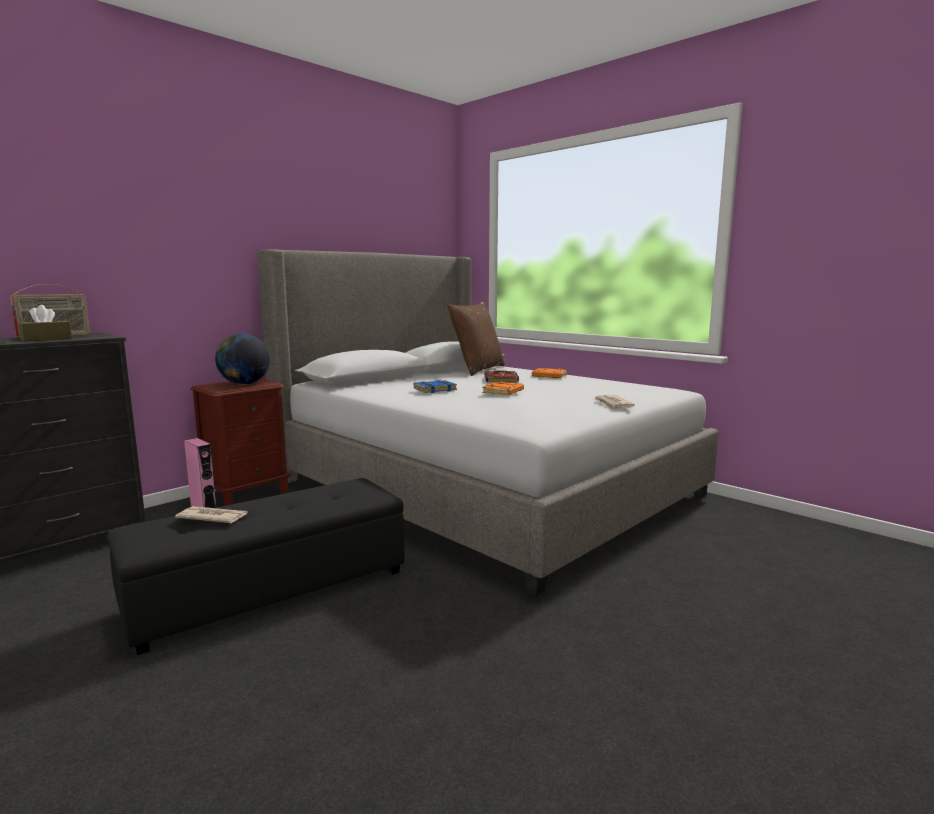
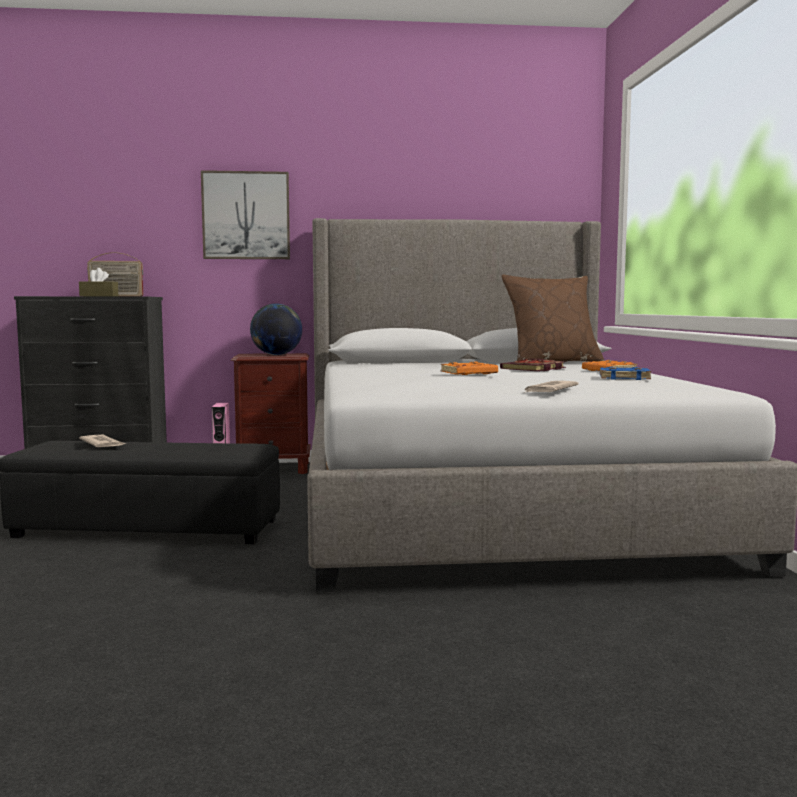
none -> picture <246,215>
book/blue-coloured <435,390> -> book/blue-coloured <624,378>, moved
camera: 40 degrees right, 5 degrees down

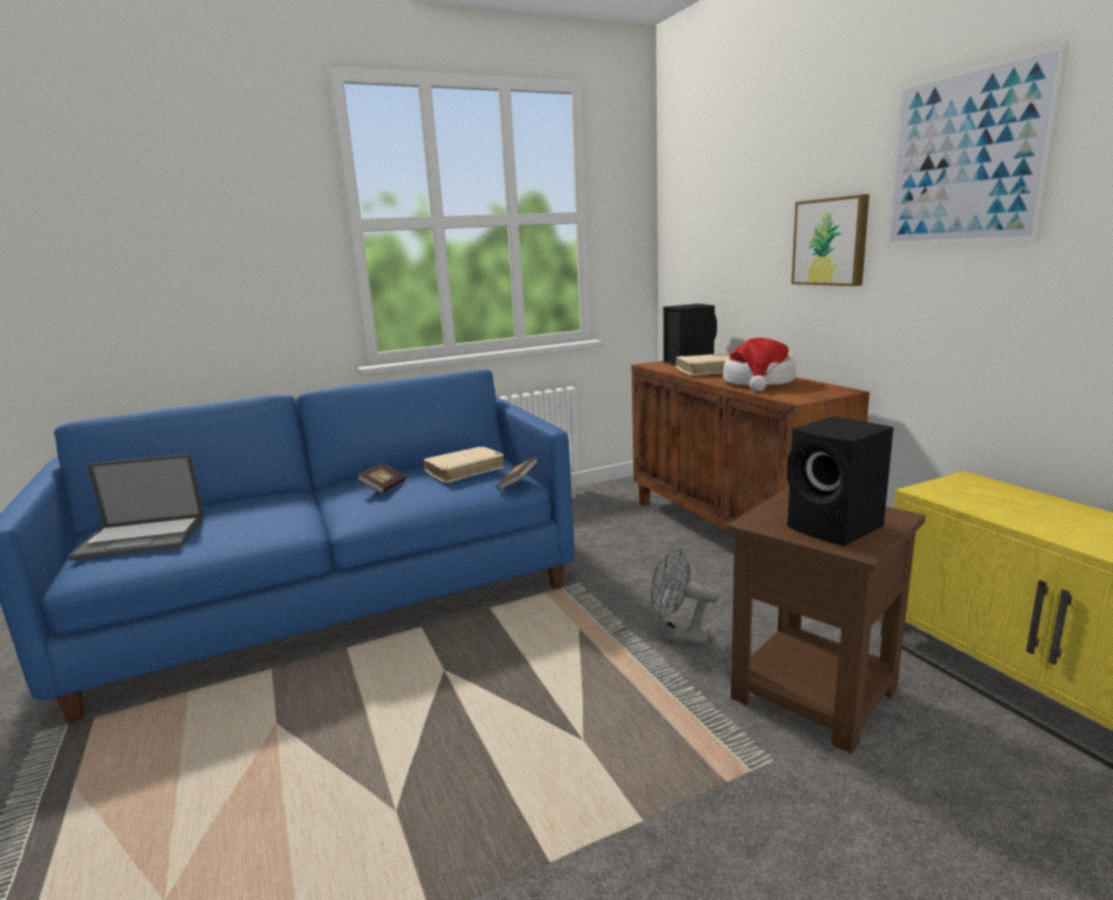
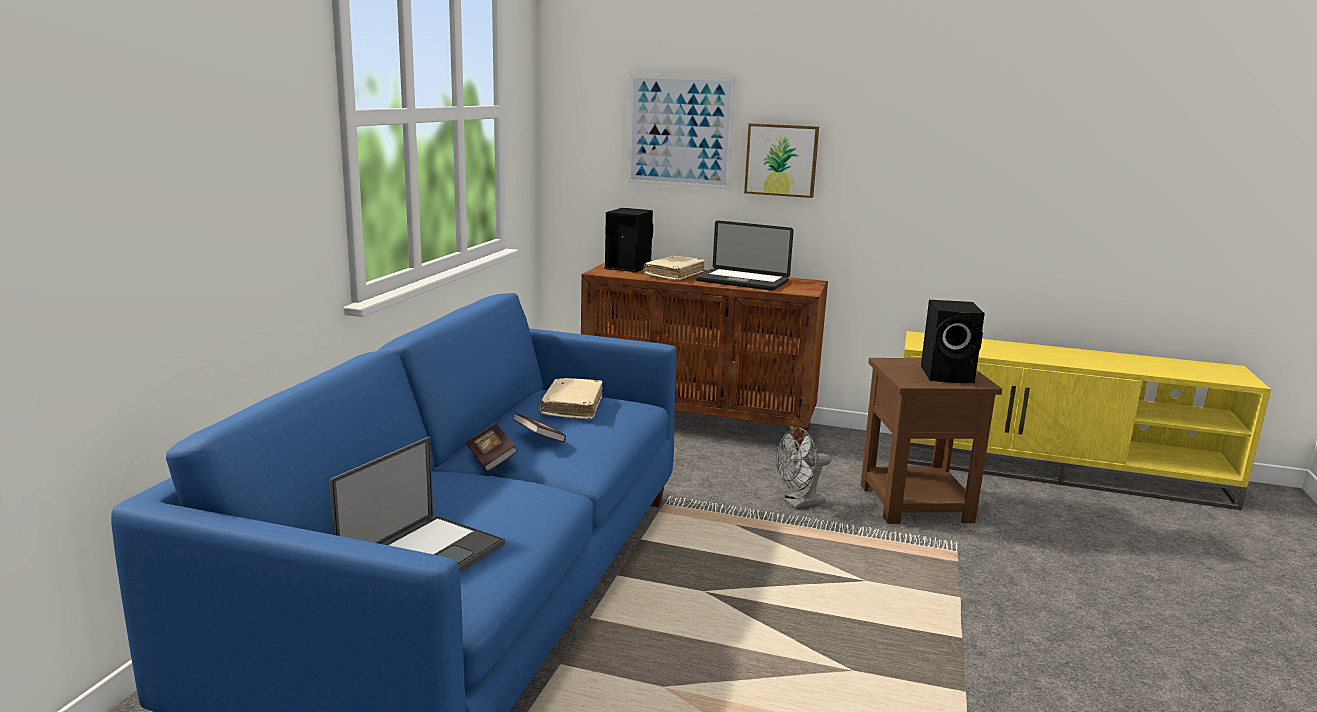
book <518,483> -> book <491,459>, moved
picture <965,158> -> picture <680,131>, moved
hat <758,383> -> notebook computer <742,281>
camera: 50 degrees left, 0 degrees up

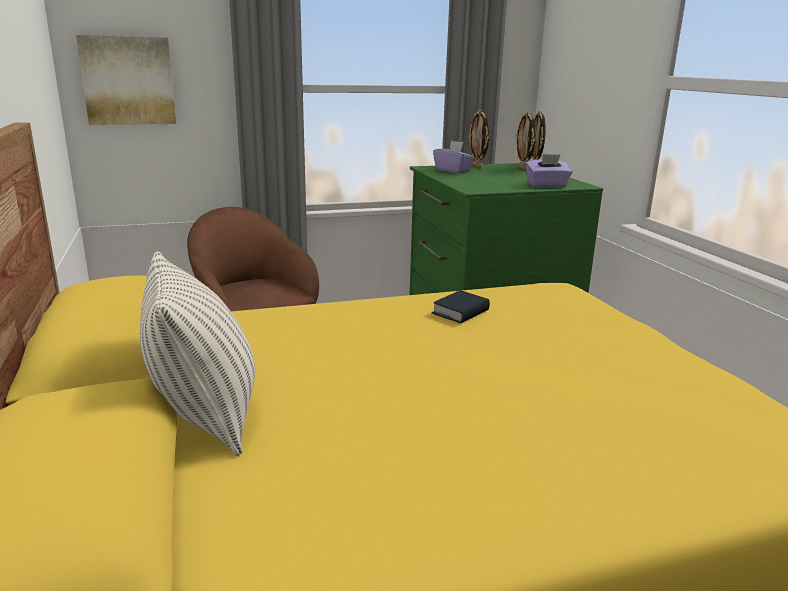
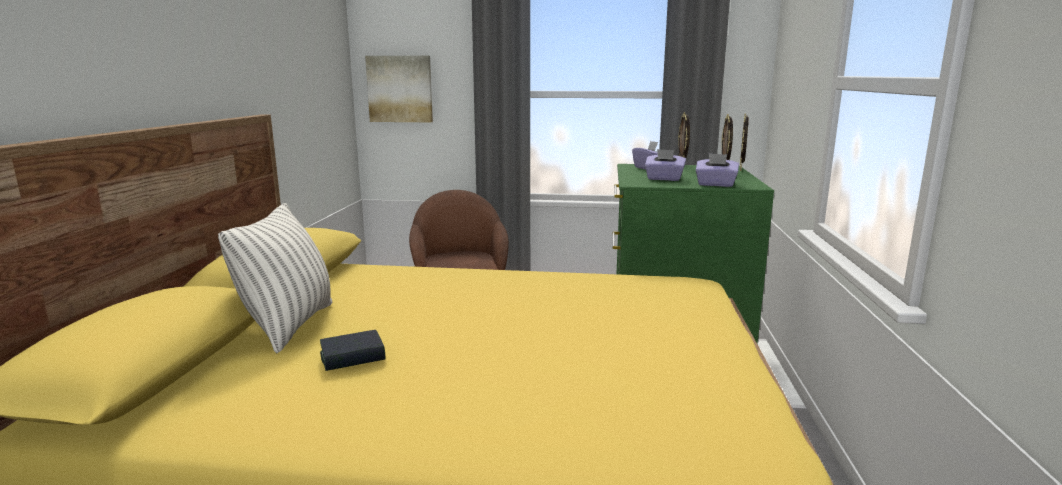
none -> tissue holder/purple-coloured <664,179>
book <461,312> -> book <352,357>, moved
camera: 25 degrees right, 5 degrees down

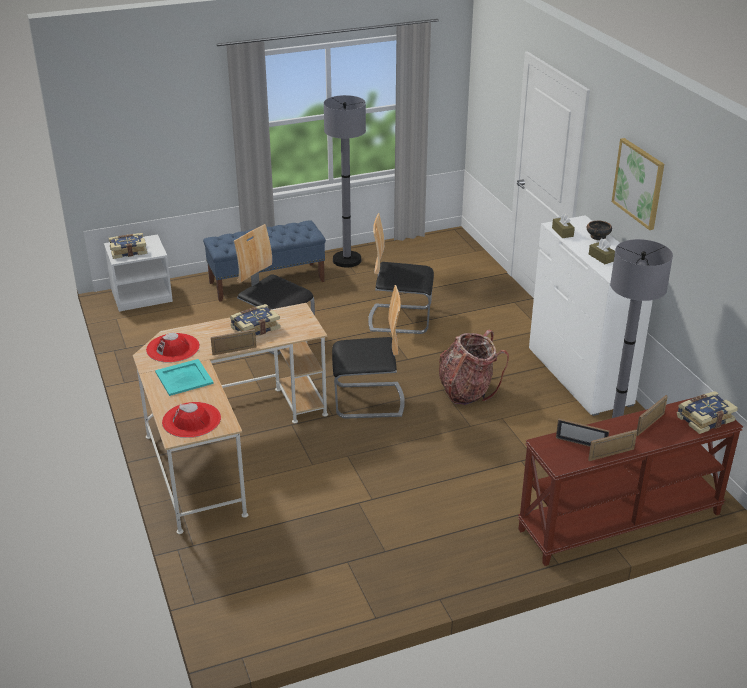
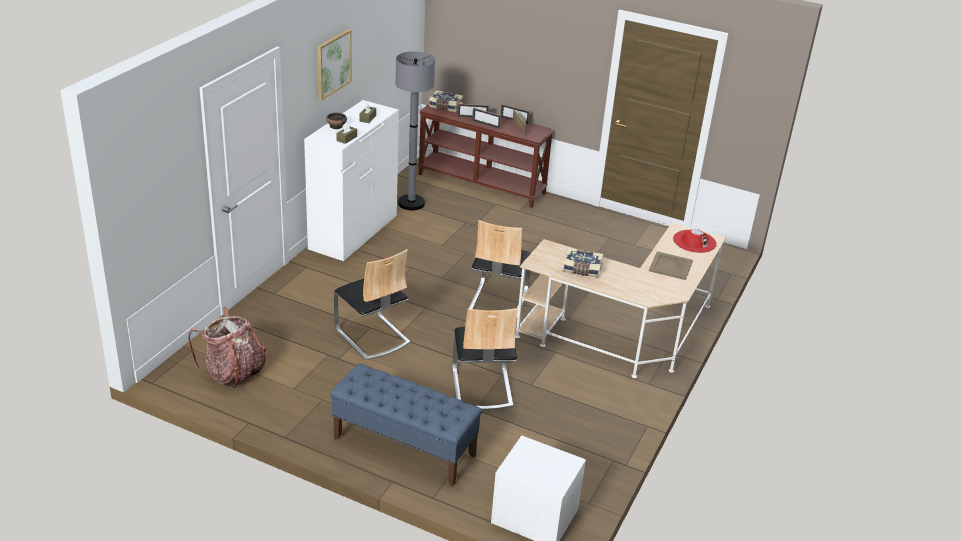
book <128,251> -> none
hat/red-coloured <173,348> -> none
standard lamp/grey <347,260> -> none
standing frame <234,351> -> standing frame <486,124>, moved
backpack <467,391> -> backpack <233,373>, moved
carrying tray/turquoise <183,377> -> carrying tray/sand-coloured <671,266>
upright chair <368,400> -> upright chair <497,301>, 120 degrees counterclockwise
camera: 135 degrees left, 0 degrees up

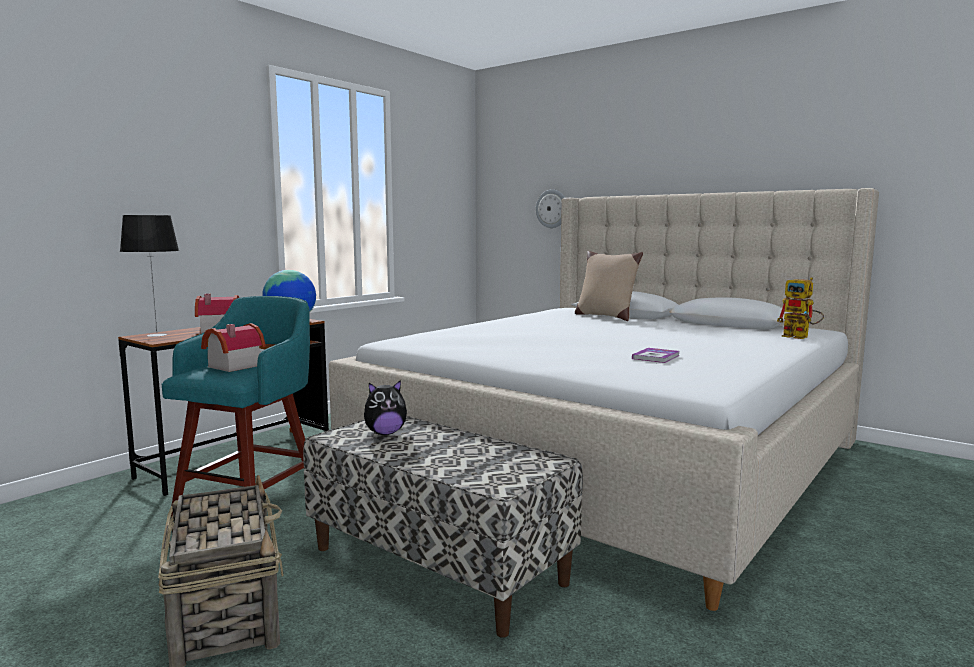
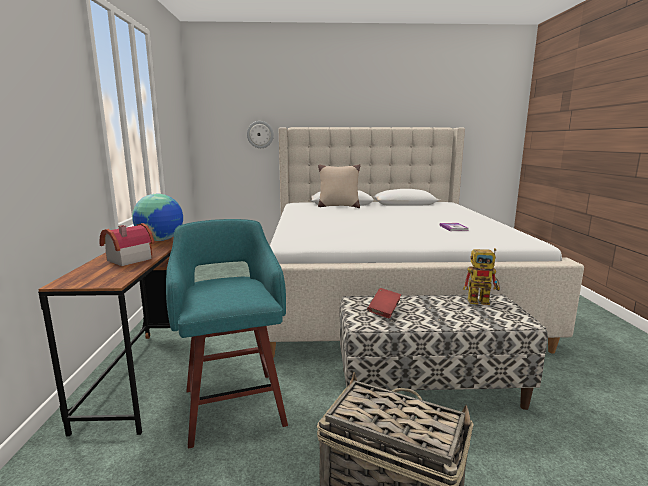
table lamp <156,335> -> none
model house <231,366> -> none
robot figure <801,337> -> robot figure <483,301>, moved
plush toy <385,433> -> book/red-coloured <384,311>
camera: 40 degrees left, 5 degrees up

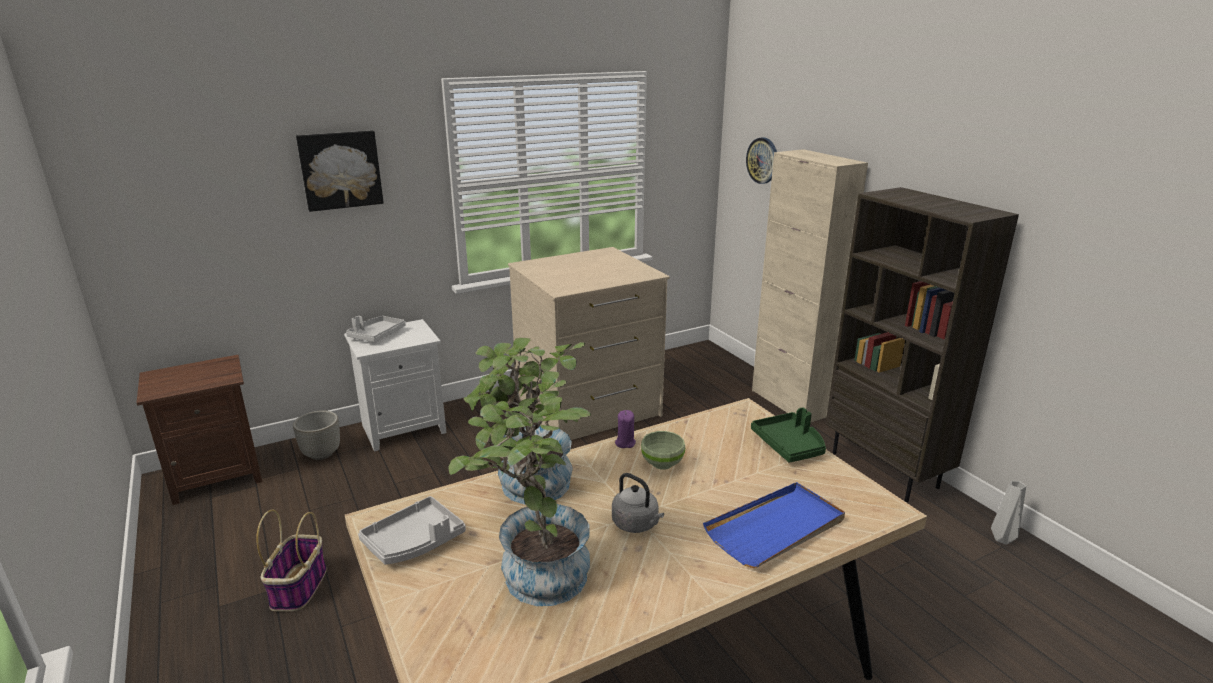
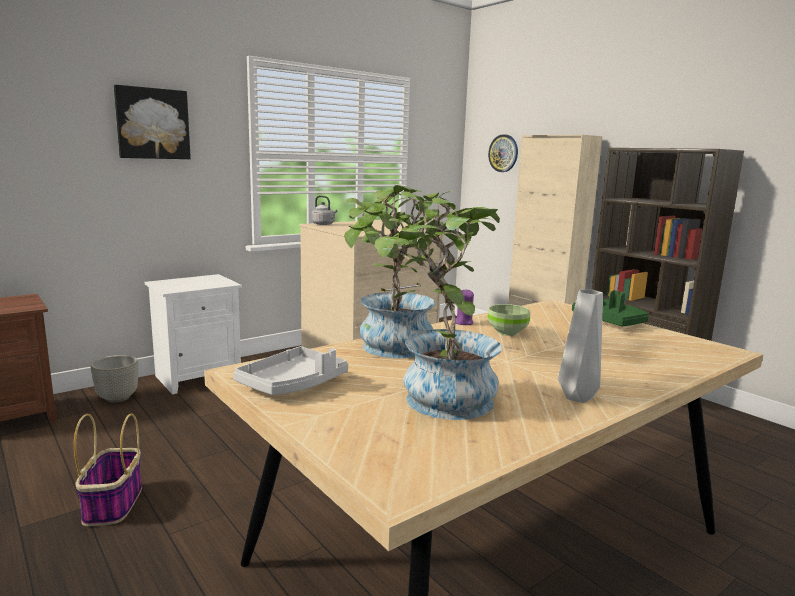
carrying tray/grey <377,335> -> none
carrying tray/blue-coloured <776,528> -> none
tea kettle/grey <637,524> -> tea kettle/grey <324,224>, moved
flower vase/grey <1001,539> -> flower vase/grey <575,397>, moved
camera: 10 degrees left, 10 degrees down

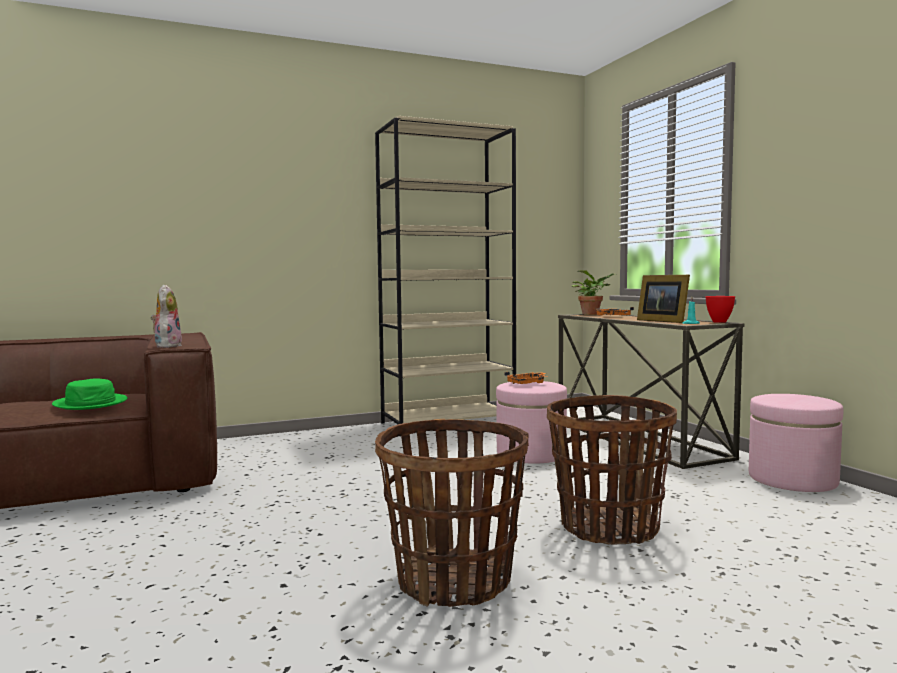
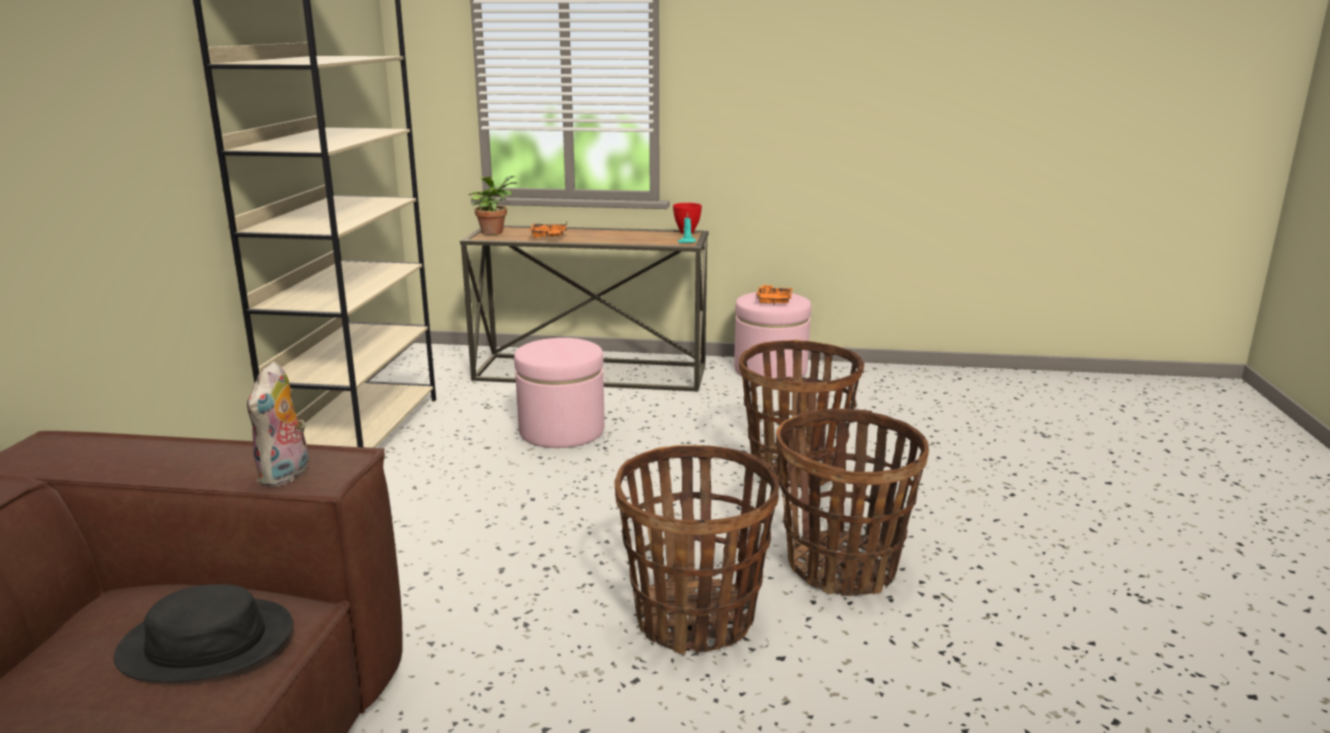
standing frame <662,321> -> none
none -> household basket <695,618>
carrying tray/orangey <527,383> -> carrying tray/orangey <773,300>, moved
hat/green <91,403> -> hat/black-coloured <207,642>
plush toy <167,346> -> plush toy <286,475>, 105 degrees counterclockwise
camera: 60 degrees left, 15 degrees up

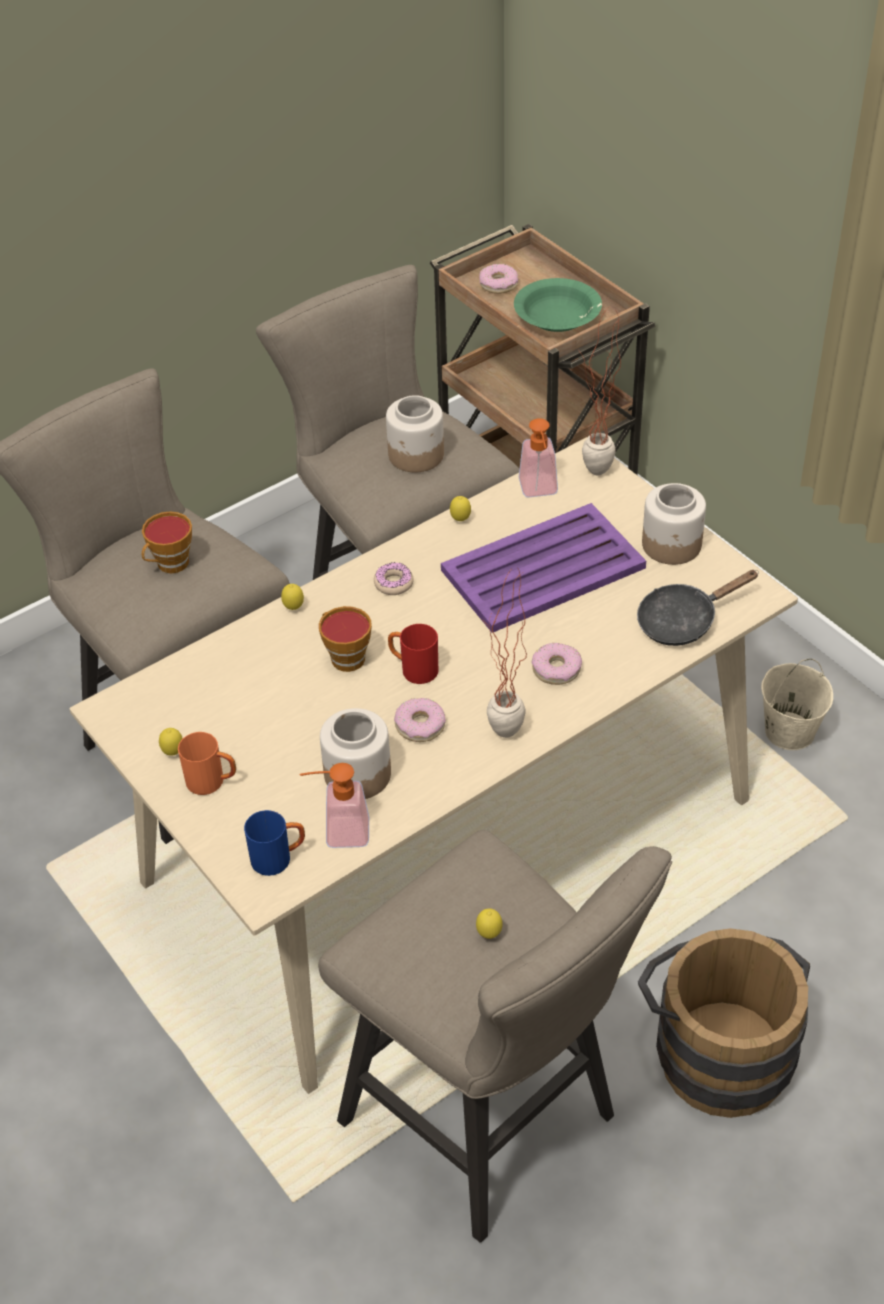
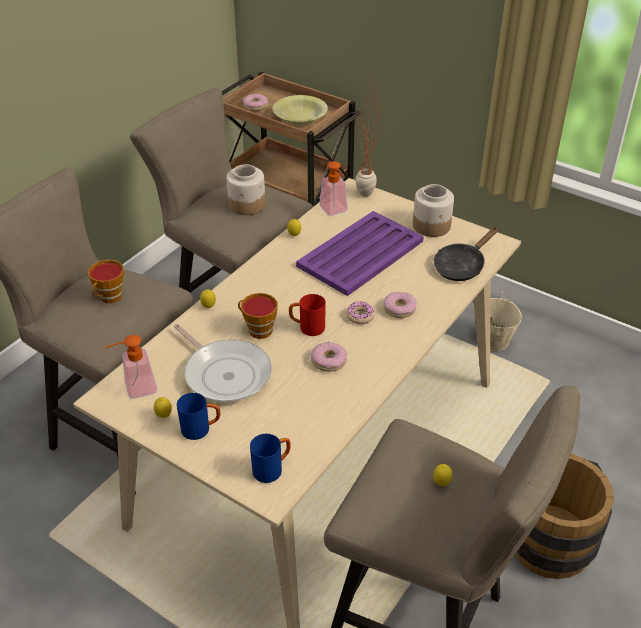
jar <357,774> -> none
houseplant <504,741> -> none
none -> skillet <225,373>
soap dispenser <338,833> -> soap dispenser <134,389>, moved
ring doughnut <393,583> -> ring doughnut <360,316>, moved
mug/orangey <212,782> -> mug/blue-coloured <201,429>
serving bowl/green <557,317> -> serving bowl/yellow-coloured <300,117>
camera: 20 degrees left, 5 degrees down

